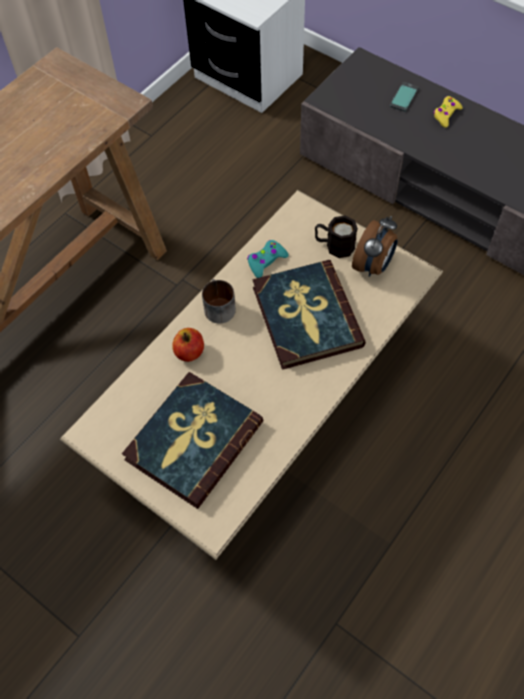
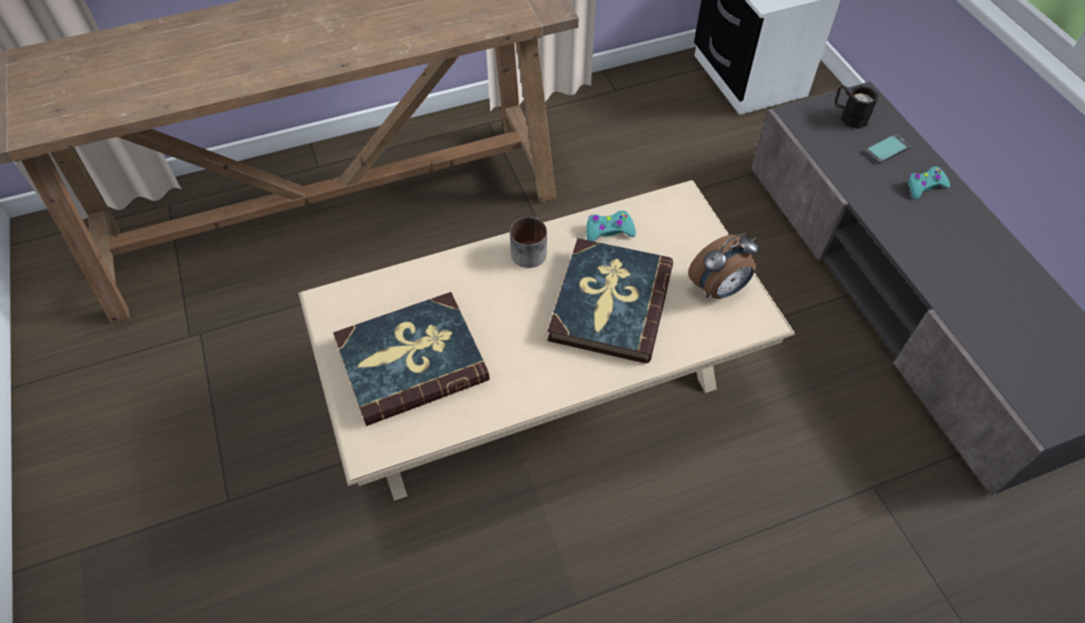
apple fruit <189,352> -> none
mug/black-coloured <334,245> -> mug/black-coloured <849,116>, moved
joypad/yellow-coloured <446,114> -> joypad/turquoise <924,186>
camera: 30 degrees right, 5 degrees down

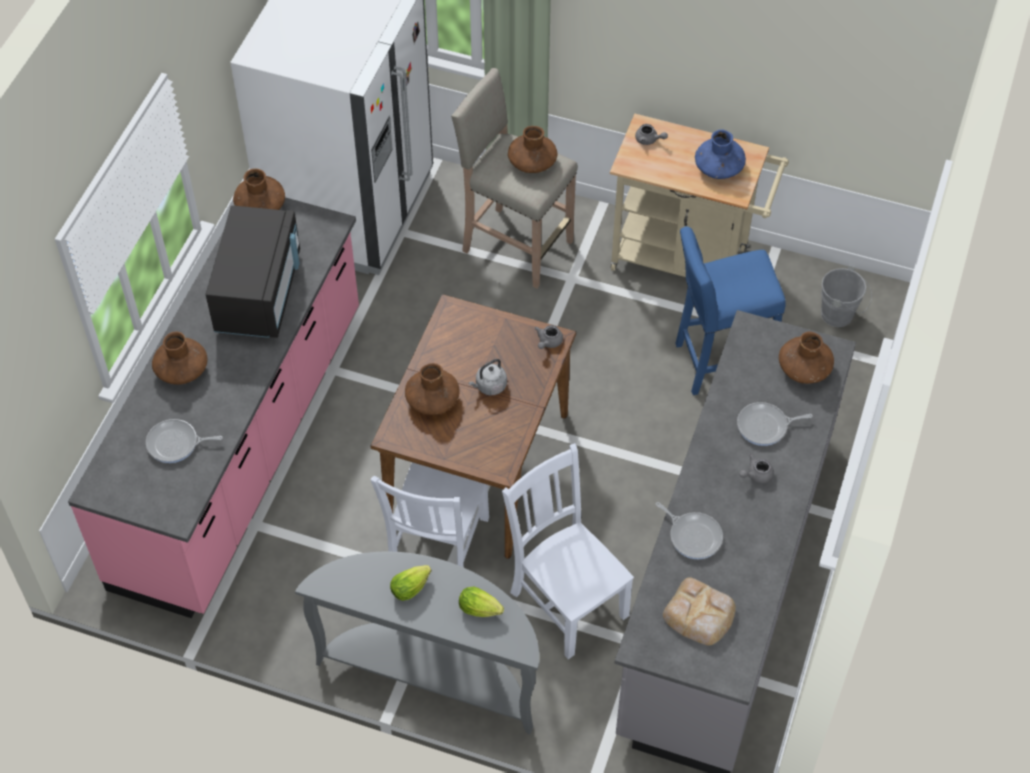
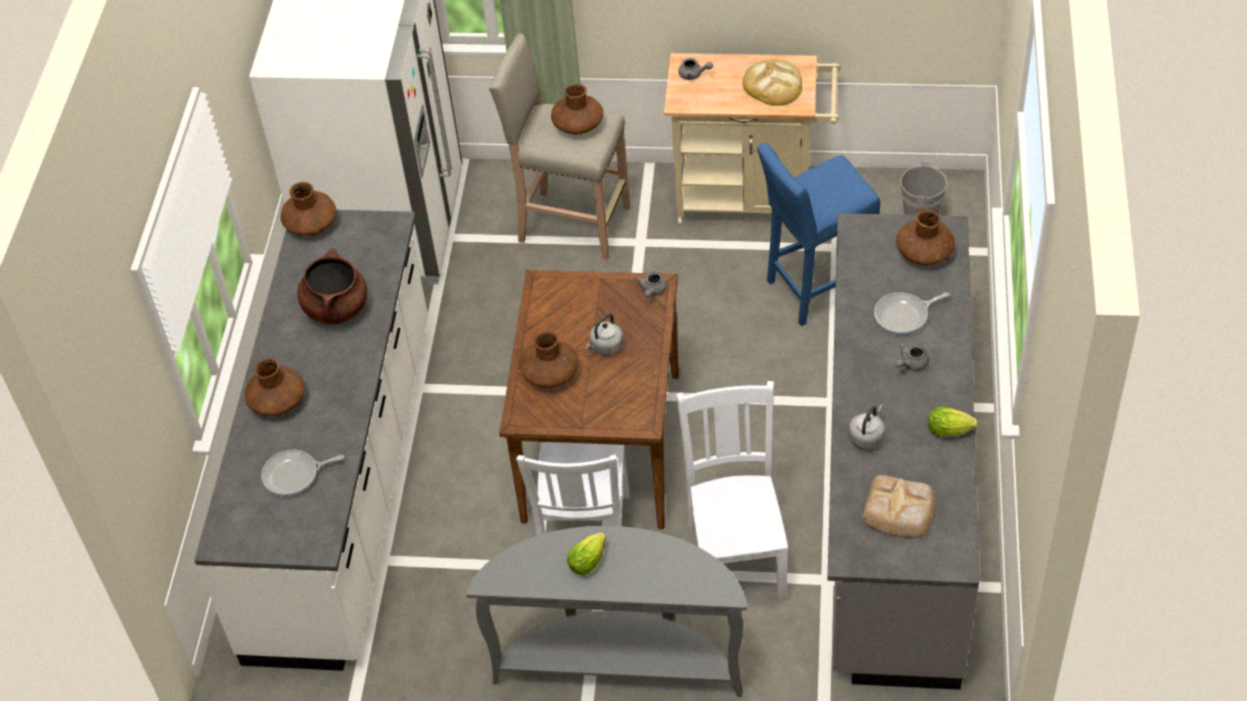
lettuce <482,610> -> lettuce <952,431>, moved
microwave/black-coloured <259,293> -> saucepot/brown <336,308>
skillet <693,536> -> tea kettle/grey <867,437>
flower vase/blue-coloured <718,168> -> bread <773,85>
kitchen counter/pink-coloured <242,447> -> kitchen counter/white <345,486>
upright chair/white <566,600> -> upright chair/white <737,556>, 45 degrees clockwise
camera: 10 degrees left, 5 degrees down

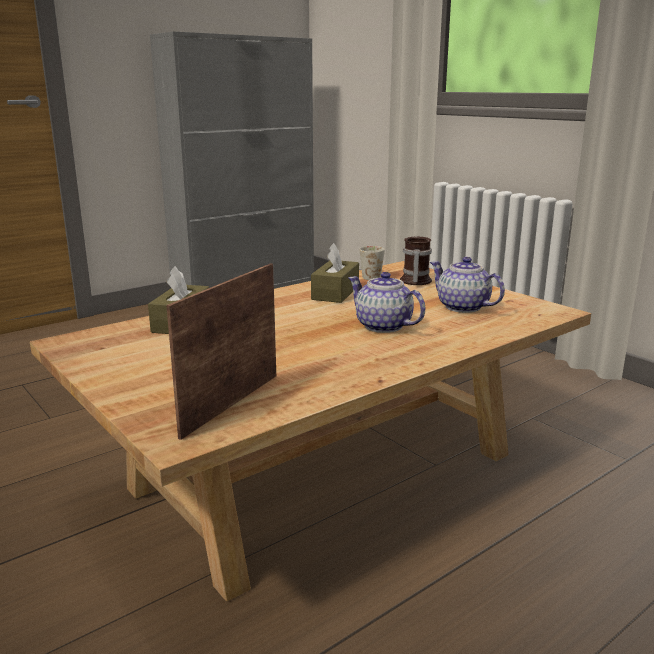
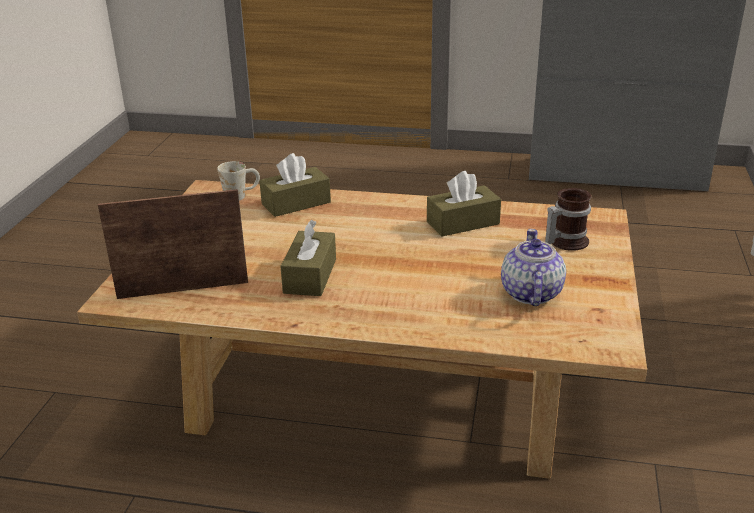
teapot <383,326> -> none
none -> tissue holder/brown <310,276>
mug/white <372,276> -> mug/white <241,195>, moved
camera: 50 degrees right, 10 degrees up

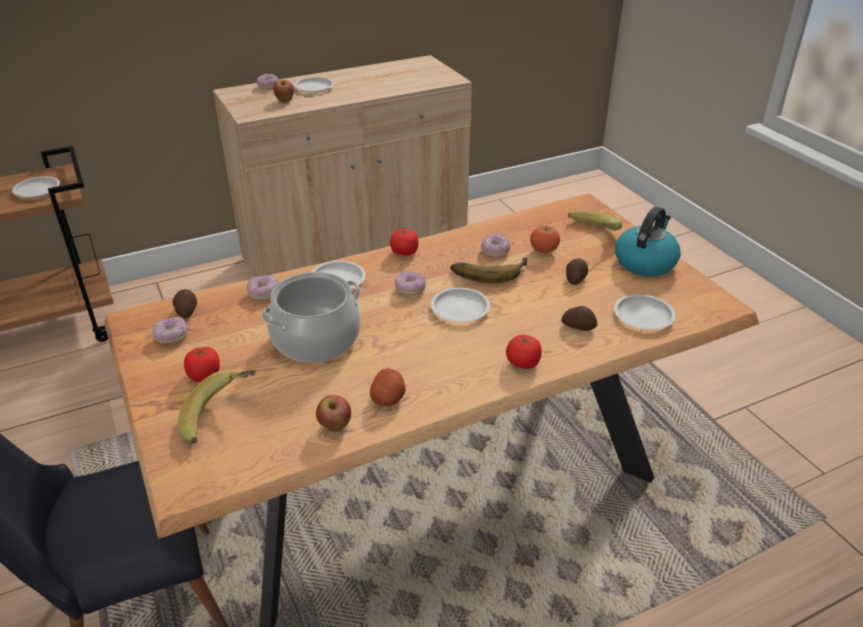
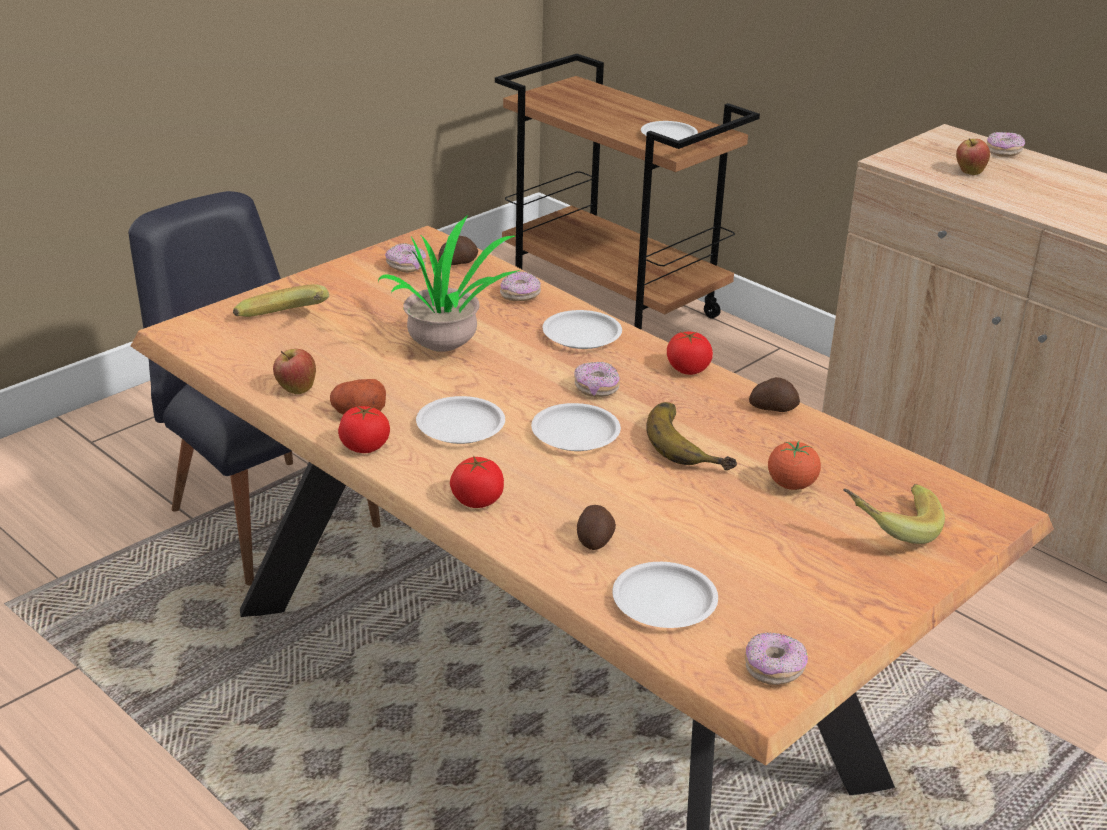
tea kettle <645,262> -> none
whole tomato <204,376> -> whole tomato <364,446>, moved
flat dish/white <314,88> -> flat dish/white <460,426>, moved
ring doughnut <495,251> -> ring doughnut <774,669>, moved
whole potato <575,279> -> whole potato <773,407>, moved
saucepot <316,340> -> houseplant <447,347>
camera: 70 degrees right, 5 degrees down

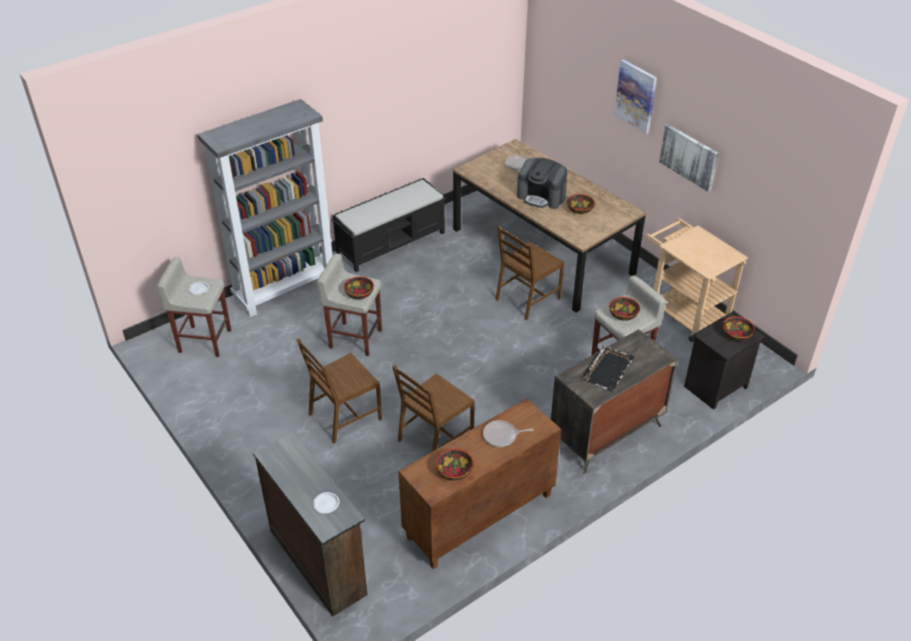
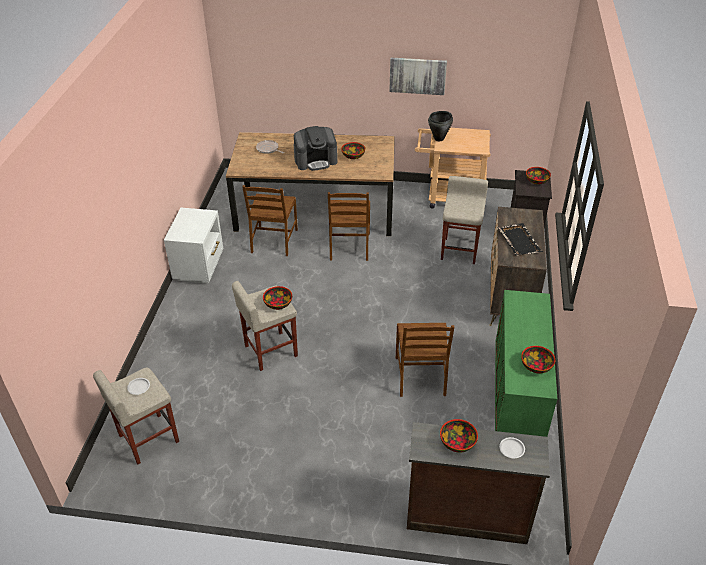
bookcase/grey <285,289> -> none
skillet <502,436> -> none
picture <636,96> -> none
none -> saucepot/black-coloured <439,139>
upright chair/brown <344,416> -> upright chair/brown <274,241>, moved
serving bowl <622,315> -> serving bowl <457,443>, moved
long seat/black-coloured <392,243> -> night table/white <200,267>
cabinet/brown <479,517> -> cabinet/green <516,403>
camera: 45 degrees left, 0 degrees up

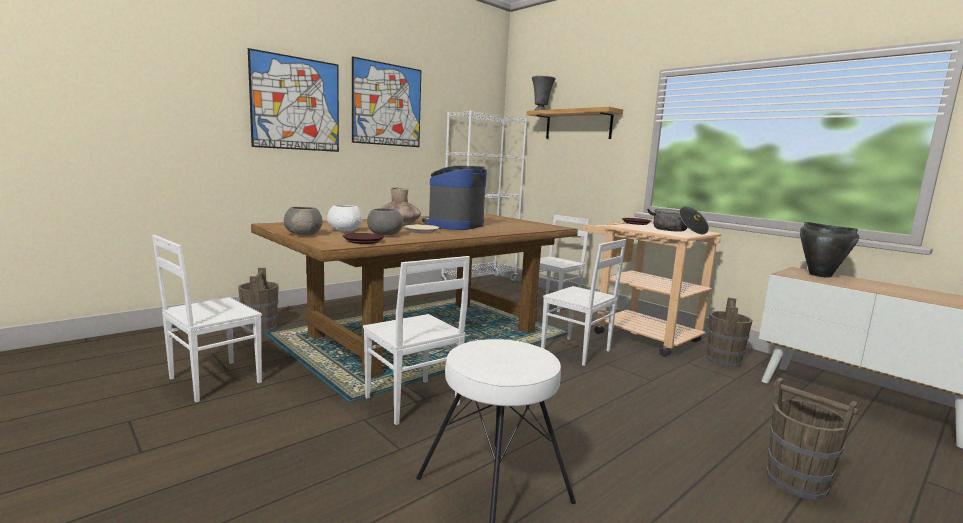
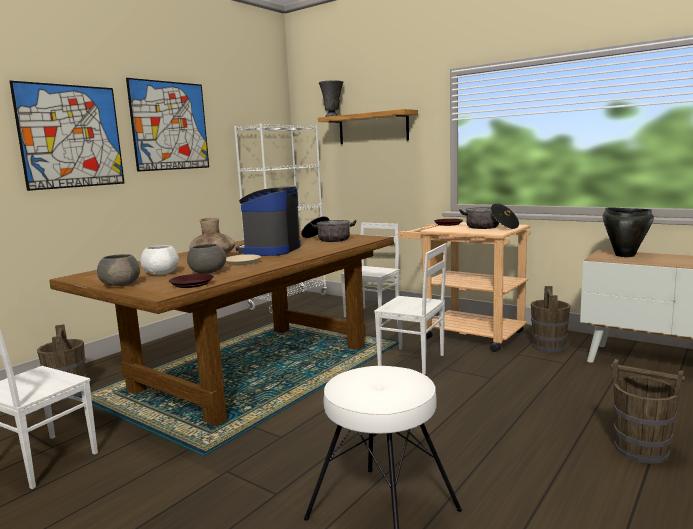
upright chair/white <411,402> -> none
none -> saucepot <327,239>
camera: 10 degrees left, 0 degrees up

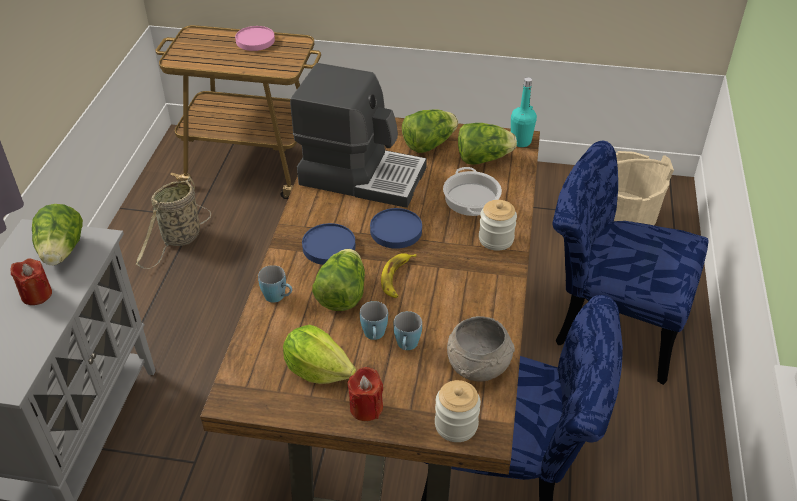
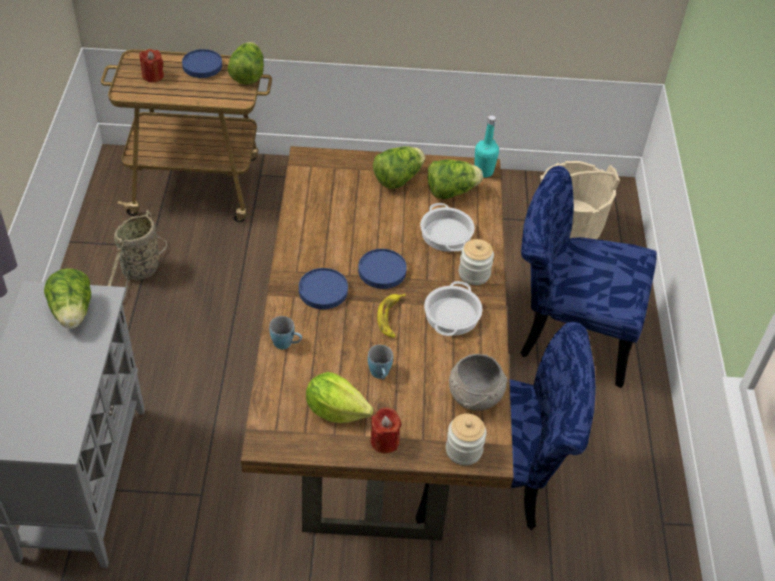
coffee maker <362,175> -> none
mug/blue-coloured <406,346> -> none
none -> saucepot <451,315>
wax candle/red-coloured <36,294> -> wax candle/red-coloured <153,76>, moved
lettuce <342,294> -> lettuce <247,75>, moved
flat dish/pink-coloured <255,41> -> flat dish/blue-coloured <202,66>
camera: 10 degrees left, 5 degrees up

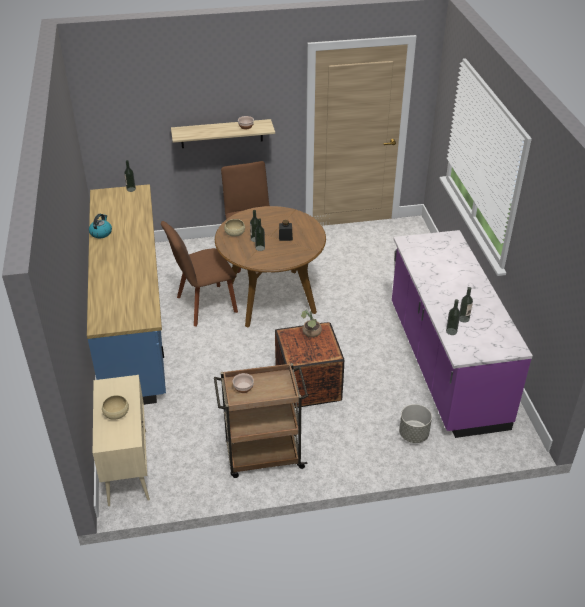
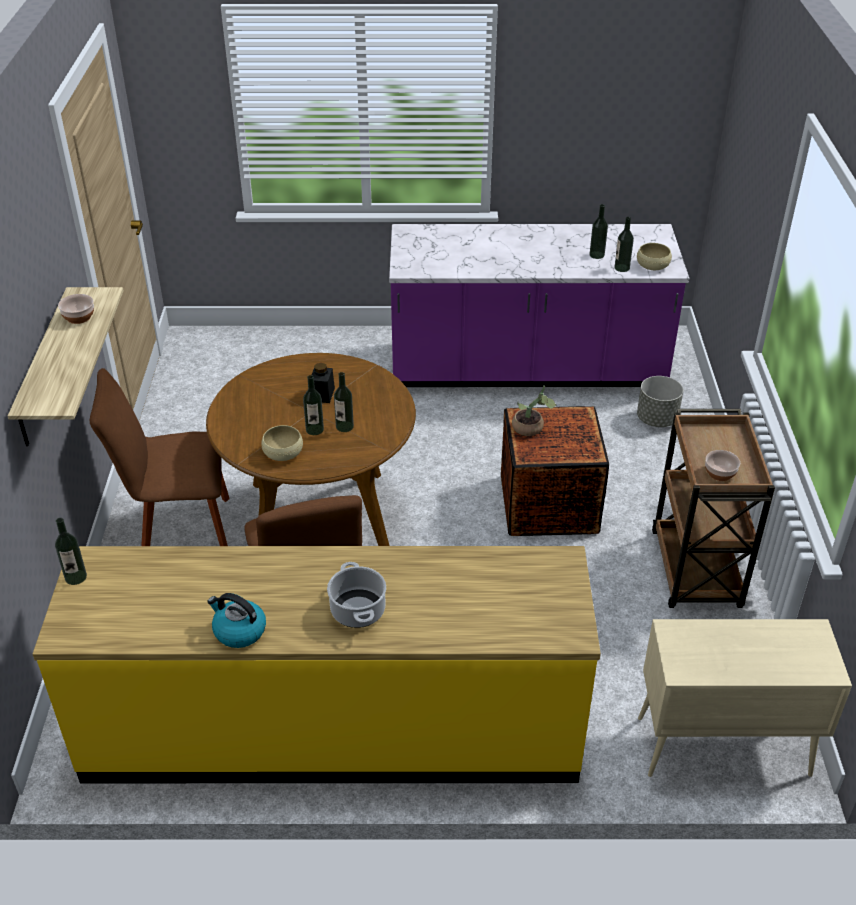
none -> saucepot <358,611>
serving bowl/sand-coloured <116,412> -> serving bowl/sand-coloured <652,265>, moved
kitchen counter/blue-coloured <134,323> -> kitchen counter/yellow-coloured <333,728>
camera: 80 degrees left, 0 degrees up

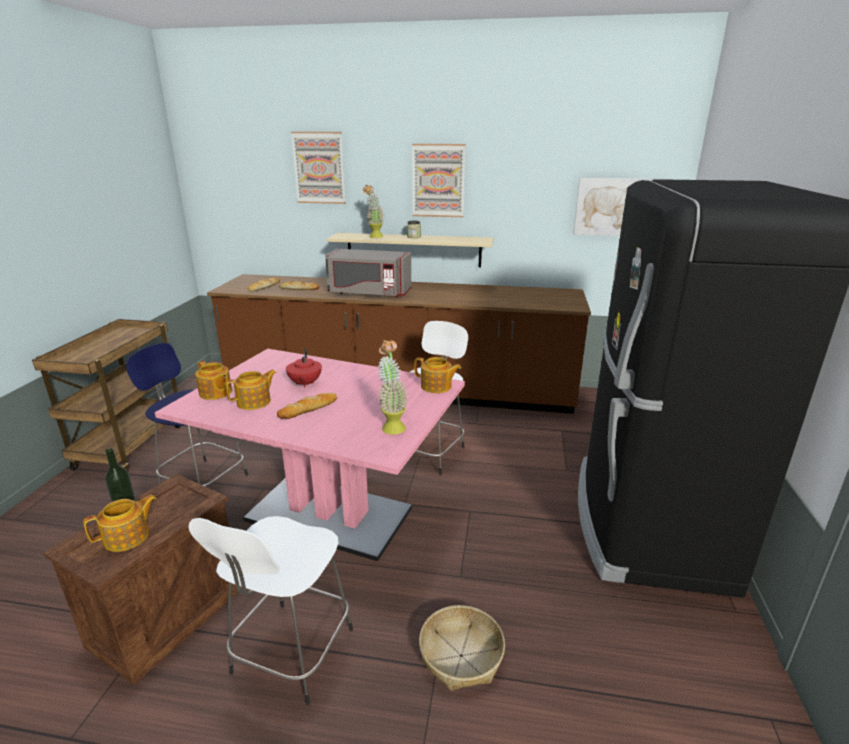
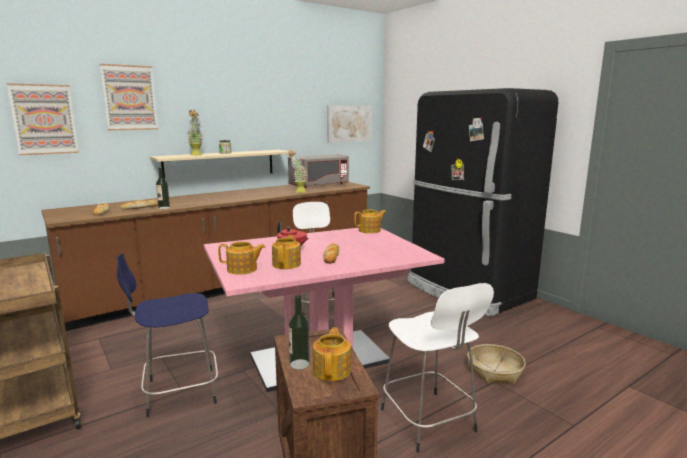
none -> drink bottle <164,207>
microwave/grey <369,293> -> microwave/grey <320,185>, moved
houseplant <392,425> -> houseplant <298,191>, moved
picture <438,180> -> picture <44,119>, moved
camera: 45 degrees left, 10 degrees down

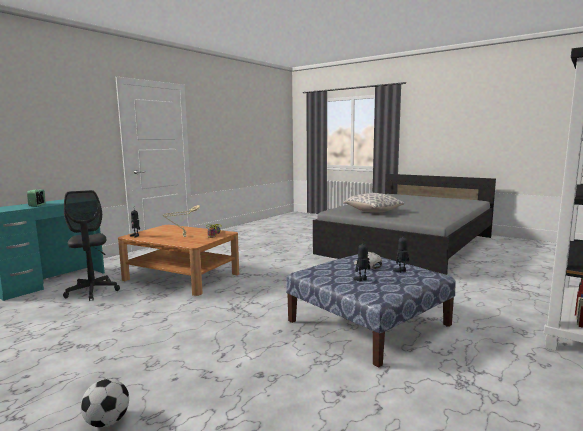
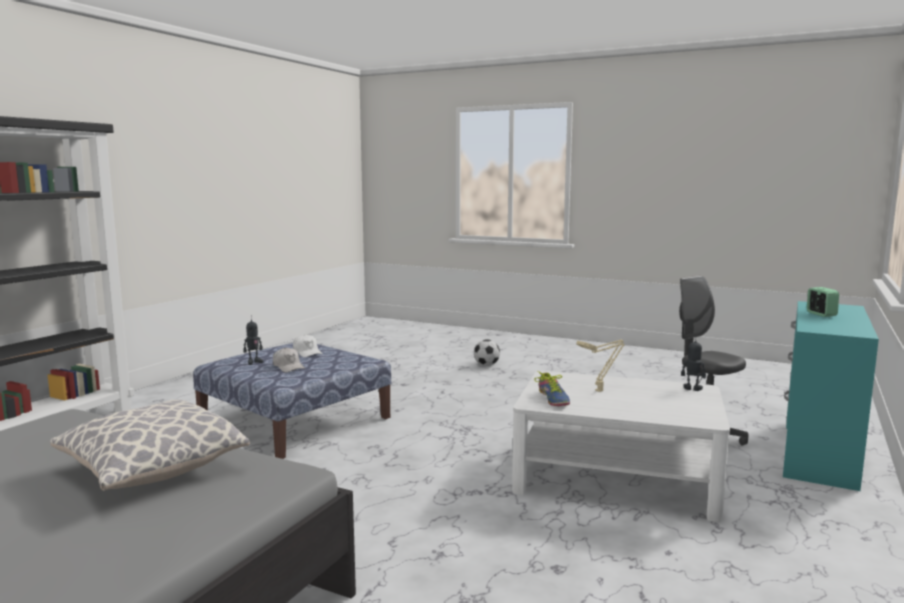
robot figure <362,280> -> cap/white <307,352>
low table/brown <181,277> -> low table/white <616,477>
camera: 170 degrees right, 0 degrees up

